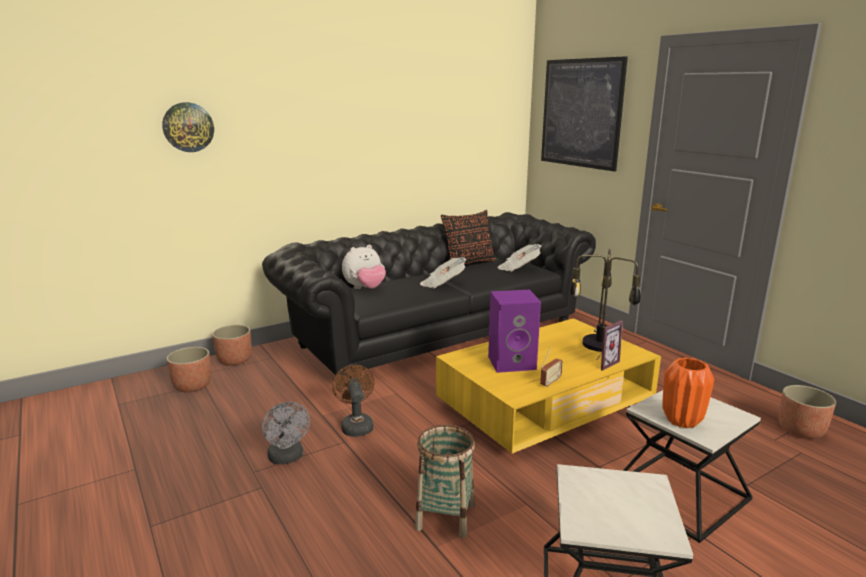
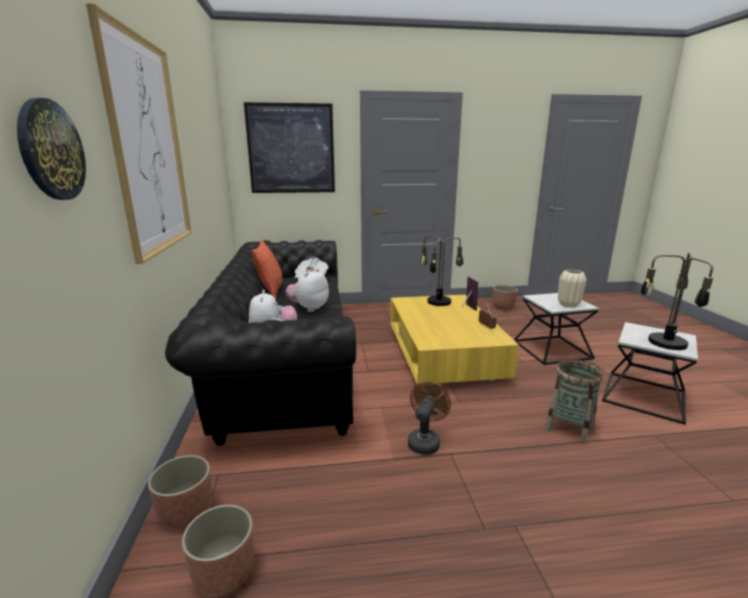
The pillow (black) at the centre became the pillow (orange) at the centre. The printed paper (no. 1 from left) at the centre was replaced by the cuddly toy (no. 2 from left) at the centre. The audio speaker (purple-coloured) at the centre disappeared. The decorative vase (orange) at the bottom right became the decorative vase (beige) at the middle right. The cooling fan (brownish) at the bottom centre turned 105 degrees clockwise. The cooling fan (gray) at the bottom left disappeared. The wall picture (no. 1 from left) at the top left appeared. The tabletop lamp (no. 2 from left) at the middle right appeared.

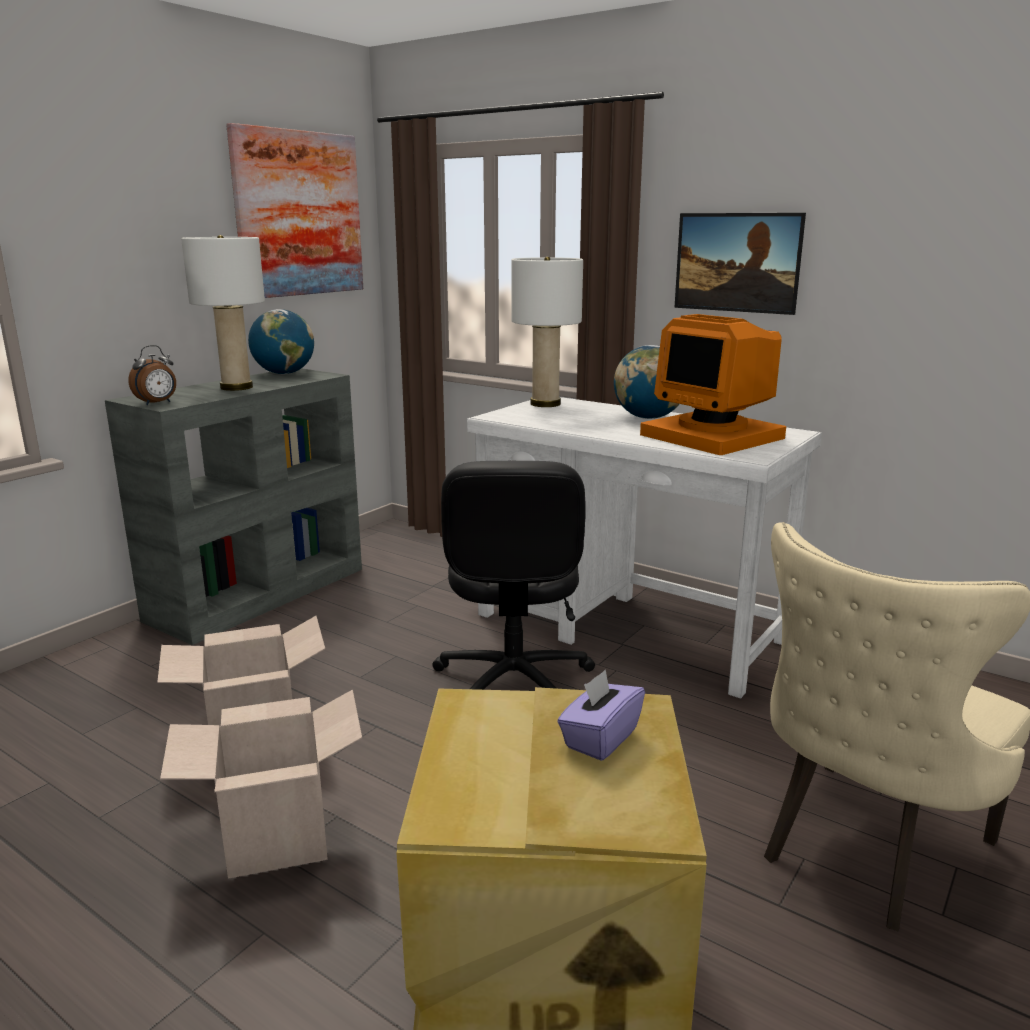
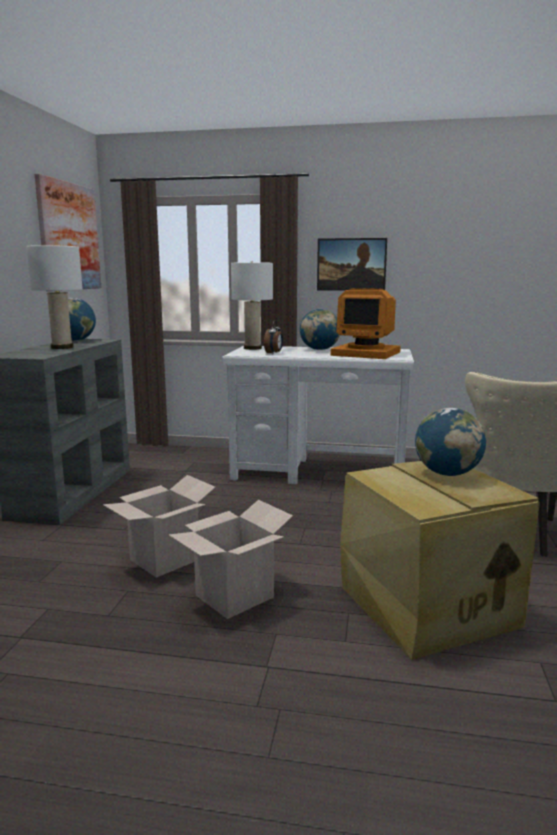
The bedside clock moved from the middle left to the centre. The desk chair (black) at the centre disappeared. The tissue box (purple-coloured) at the bottom centre was replaced by the globe (no. 3 from left) at the middle right.

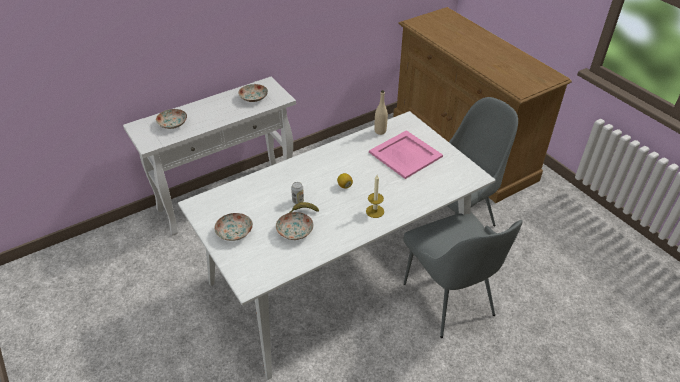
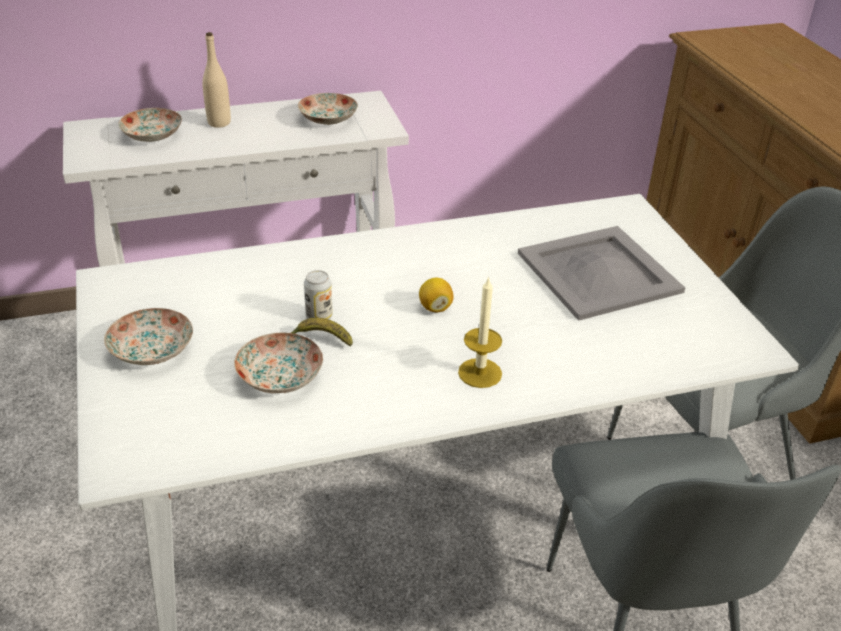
The bottle (beige) moved from the top centre to the top left. The carrying tray (pinkish) at the centre became the carrying tray (gray) at the middle right.

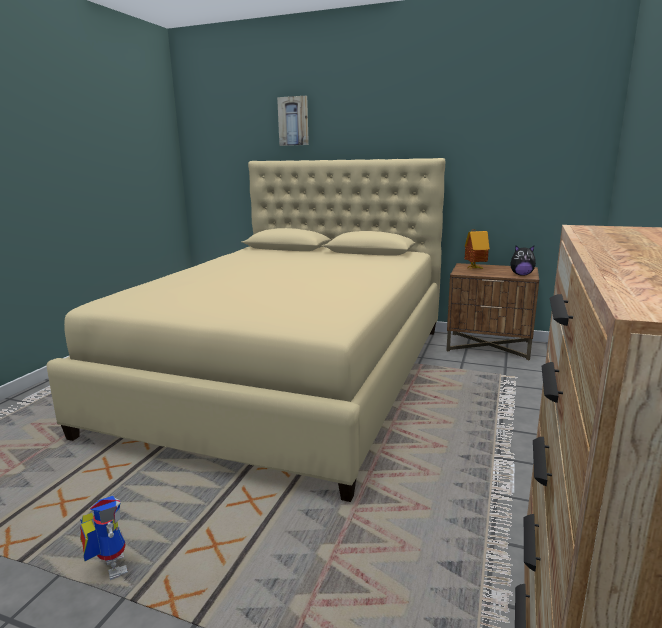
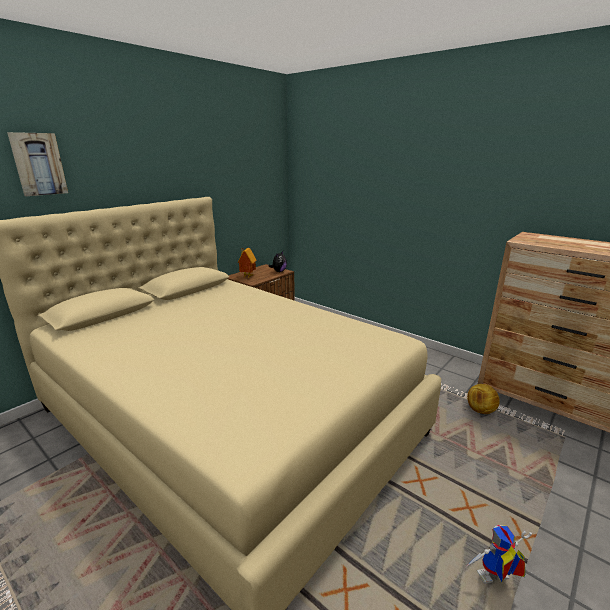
The football ball at the middle right appeared.

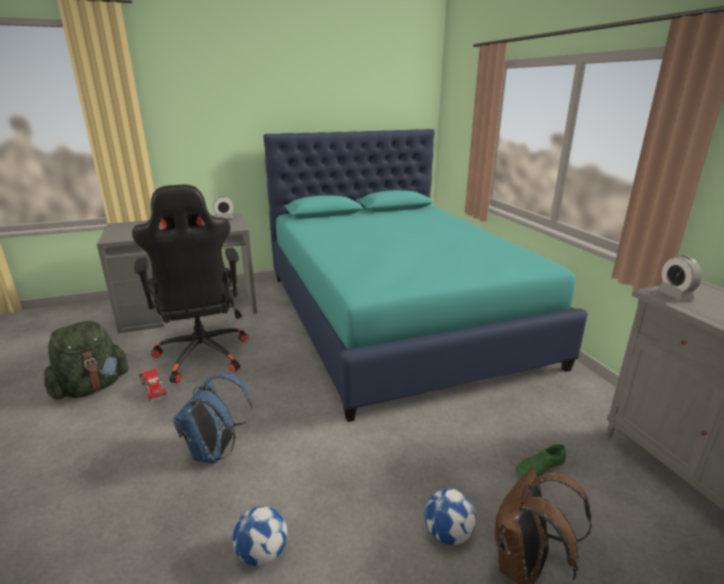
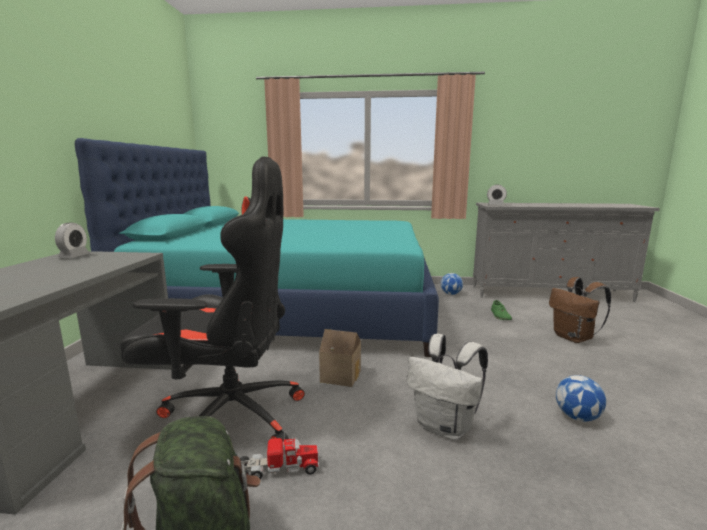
The backpack (blue) at the bottom left became the backpack (whitish) at the bottom centre. The football ball (no. 2 from left in the first image) moved from the bottom centre to the centre. The model house at the bottom centre appeared.

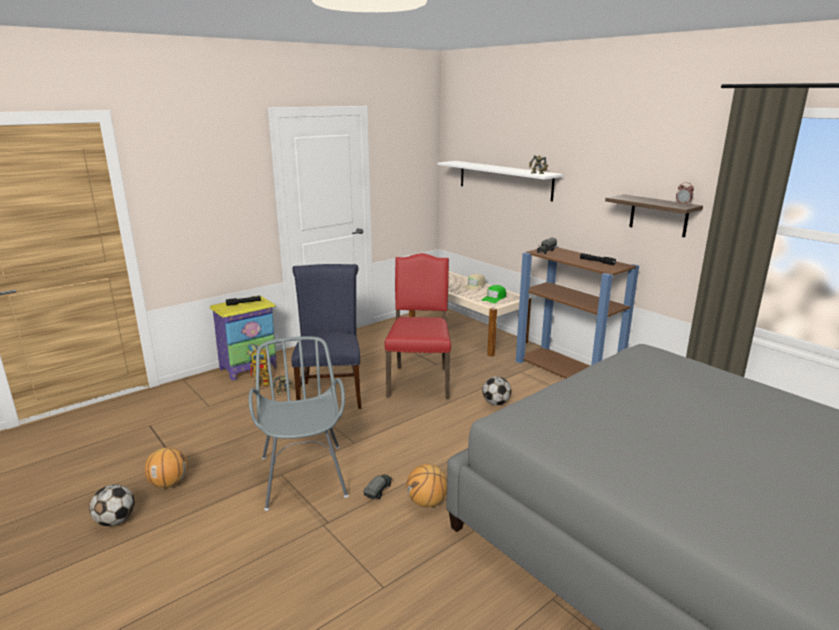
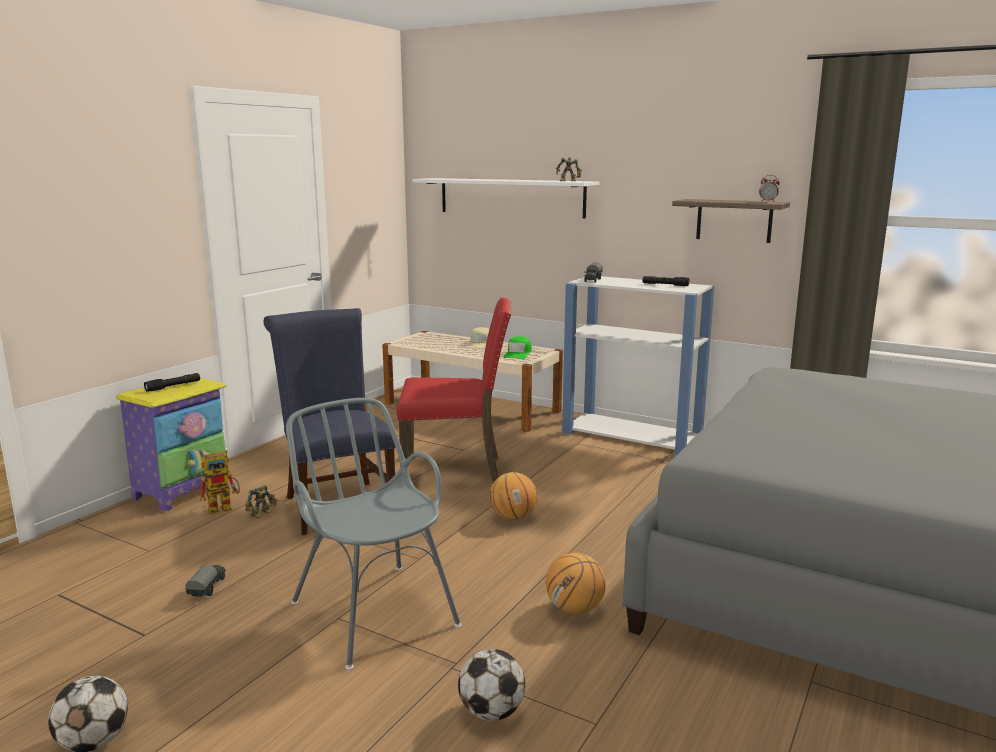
The bookshelf (brownish) at the middle right became the bookshelf (whitish) at the centre. The plain chair (reddish) at the centre turned 105 degrees clockwise. The football ball (no. 2 from left) moved from the centre to the bottom centre. The ball for basketball (no. 1 from left) moved from the bottom left to the centre. The toy truck (no. 1 from left) moved from the bottom centre to the bottom left.

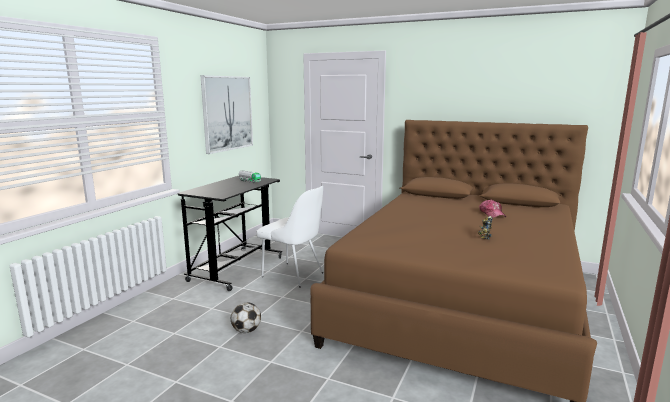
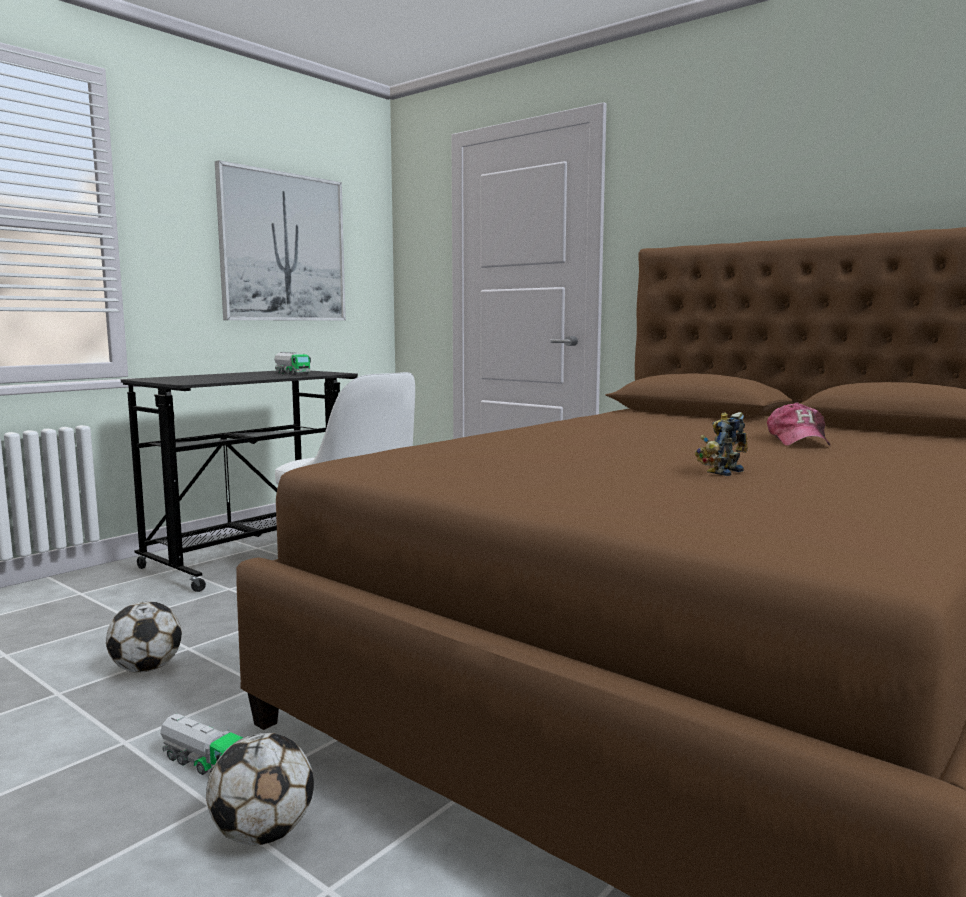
The toy truck (no. 1 from left) at the bottom left appeared. The football ball (no. 2 from left) at the bottom left appeared.

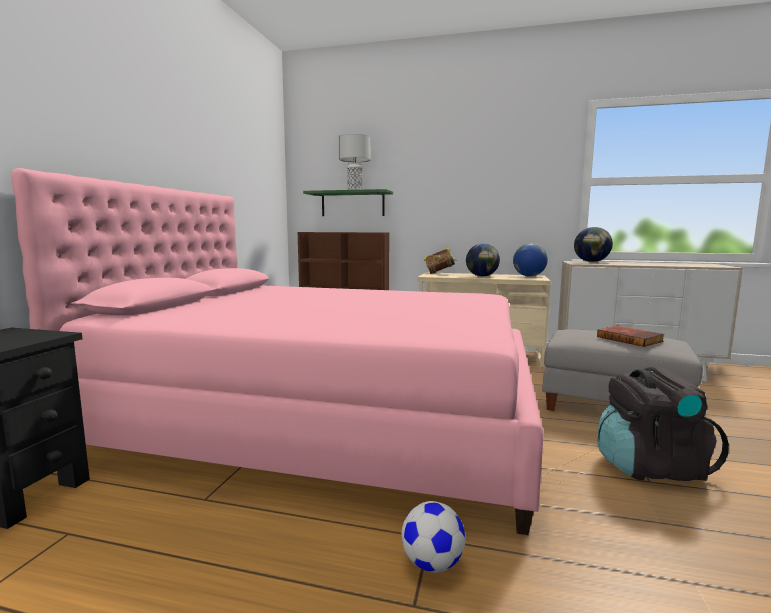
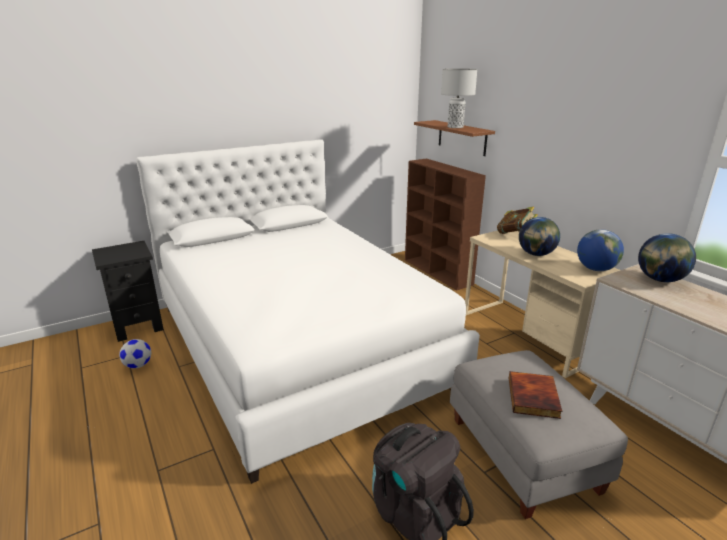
The bedroom bed (pinkish) at the centre became the bedroom bed (whitish) at the centre. The shelf (green-coloured) at the top centre became the shelf (brownish) at the top centre. The football ball moved from the bottom centre to the middle left.

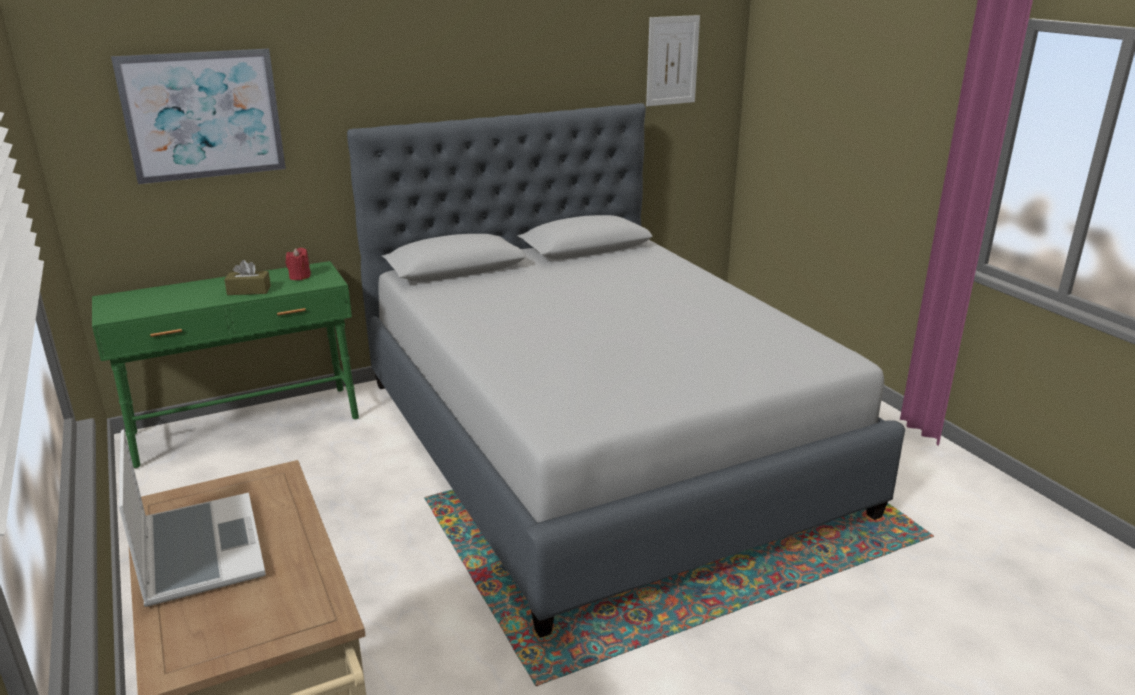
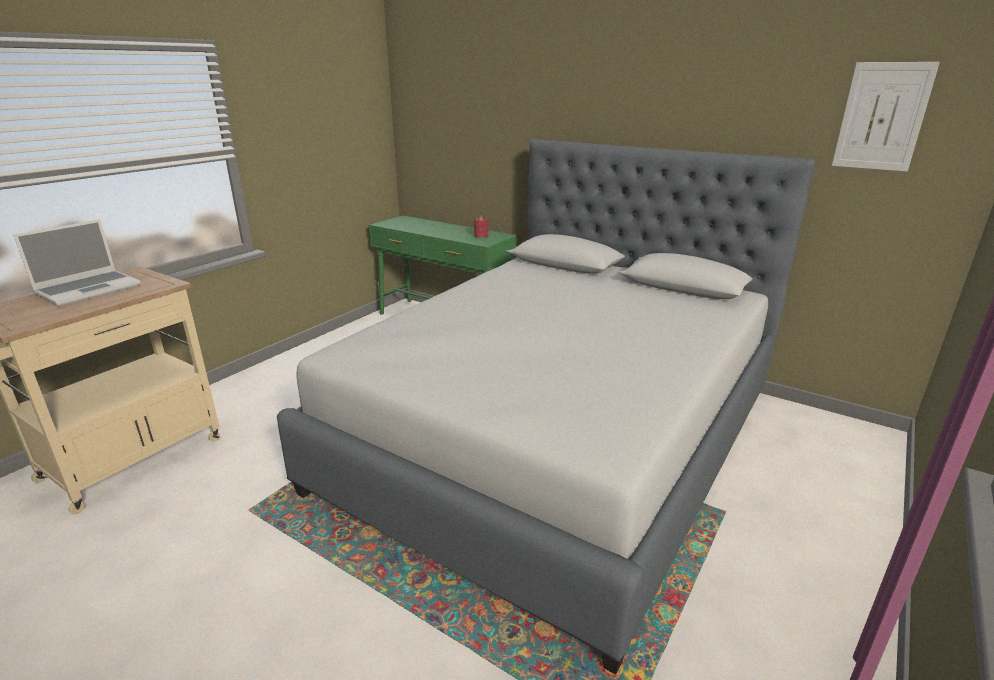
The wall picture (no. 1 from left) at the top left disappeared. The tissue box (brownish) at the middle left disappeared.

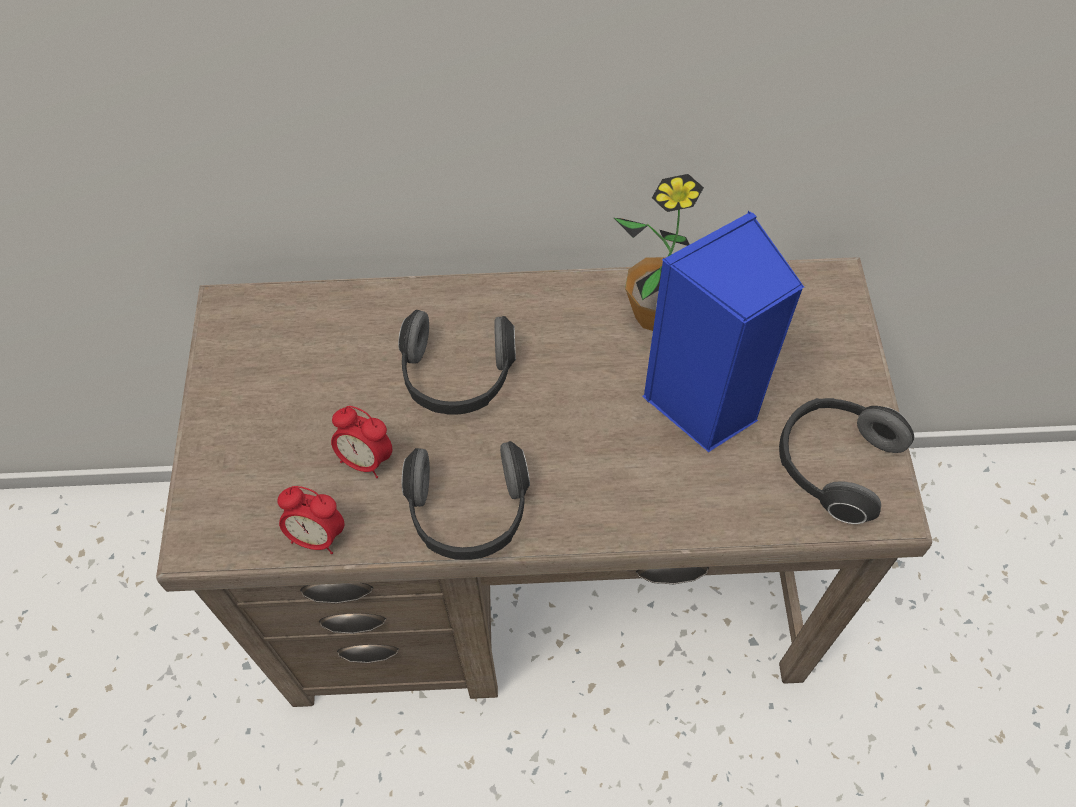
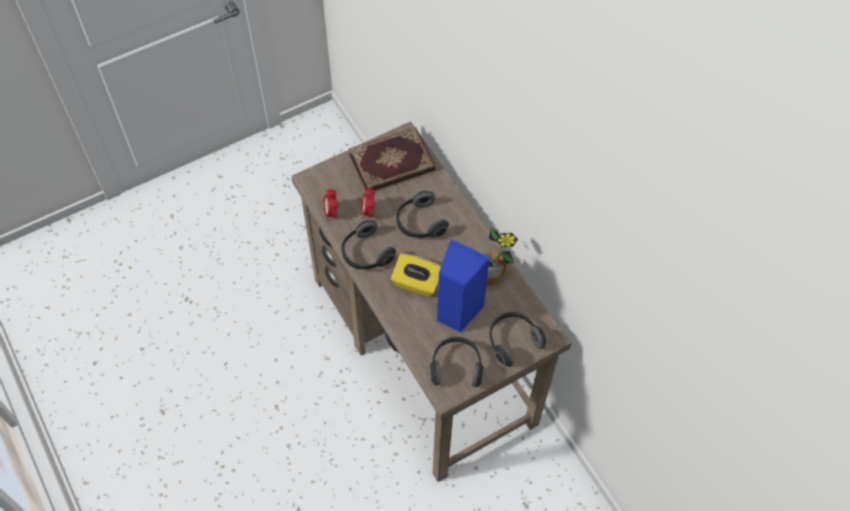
The volume at the top centre appeared. The tissue box (yellow) at the centre appeared. The headset (no. 4 from left) at the centre appeared.

